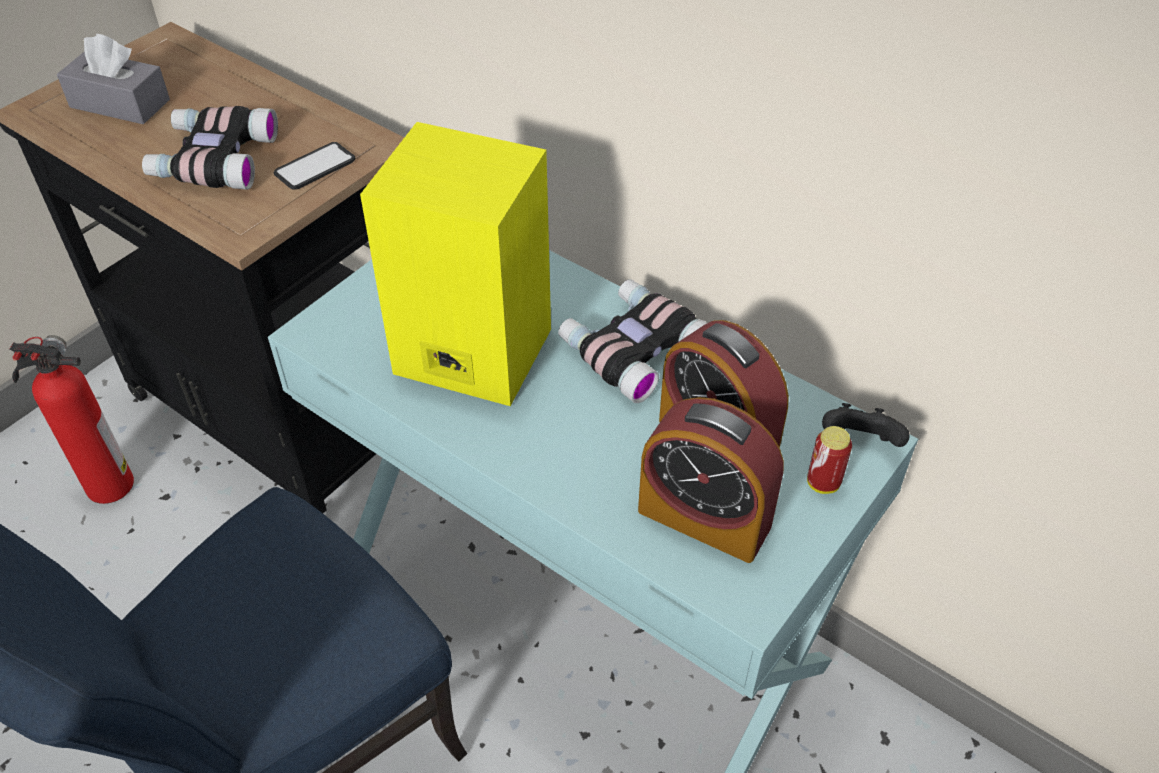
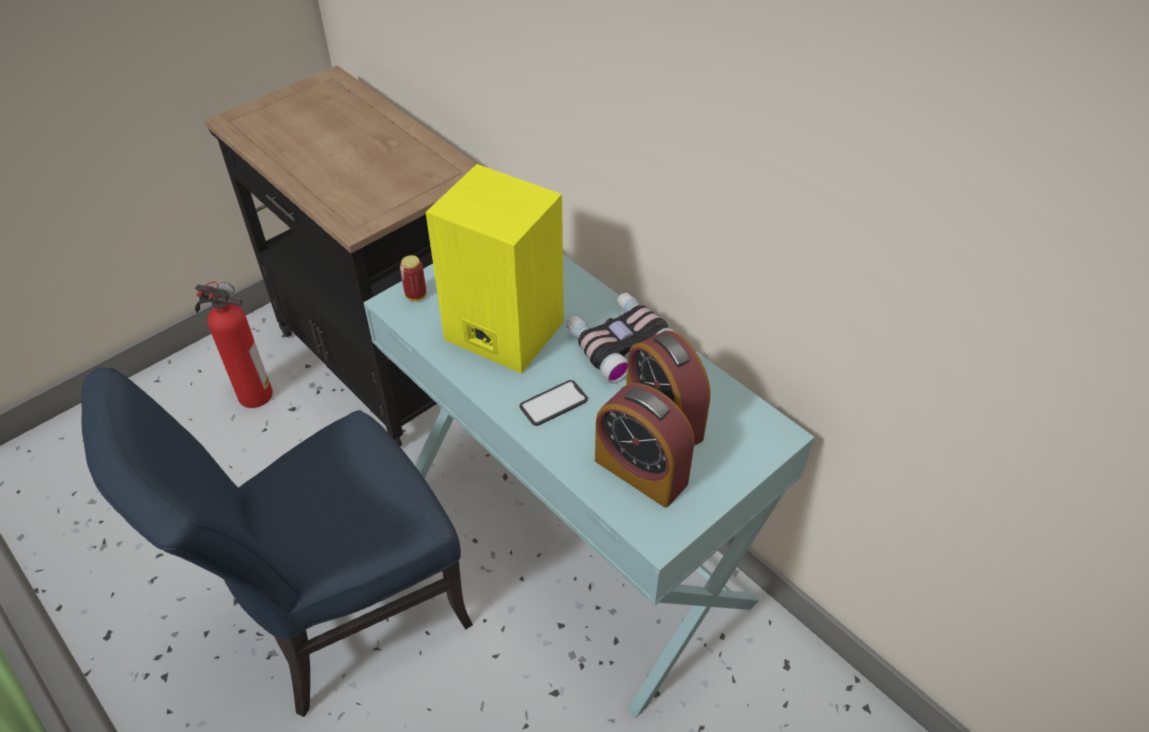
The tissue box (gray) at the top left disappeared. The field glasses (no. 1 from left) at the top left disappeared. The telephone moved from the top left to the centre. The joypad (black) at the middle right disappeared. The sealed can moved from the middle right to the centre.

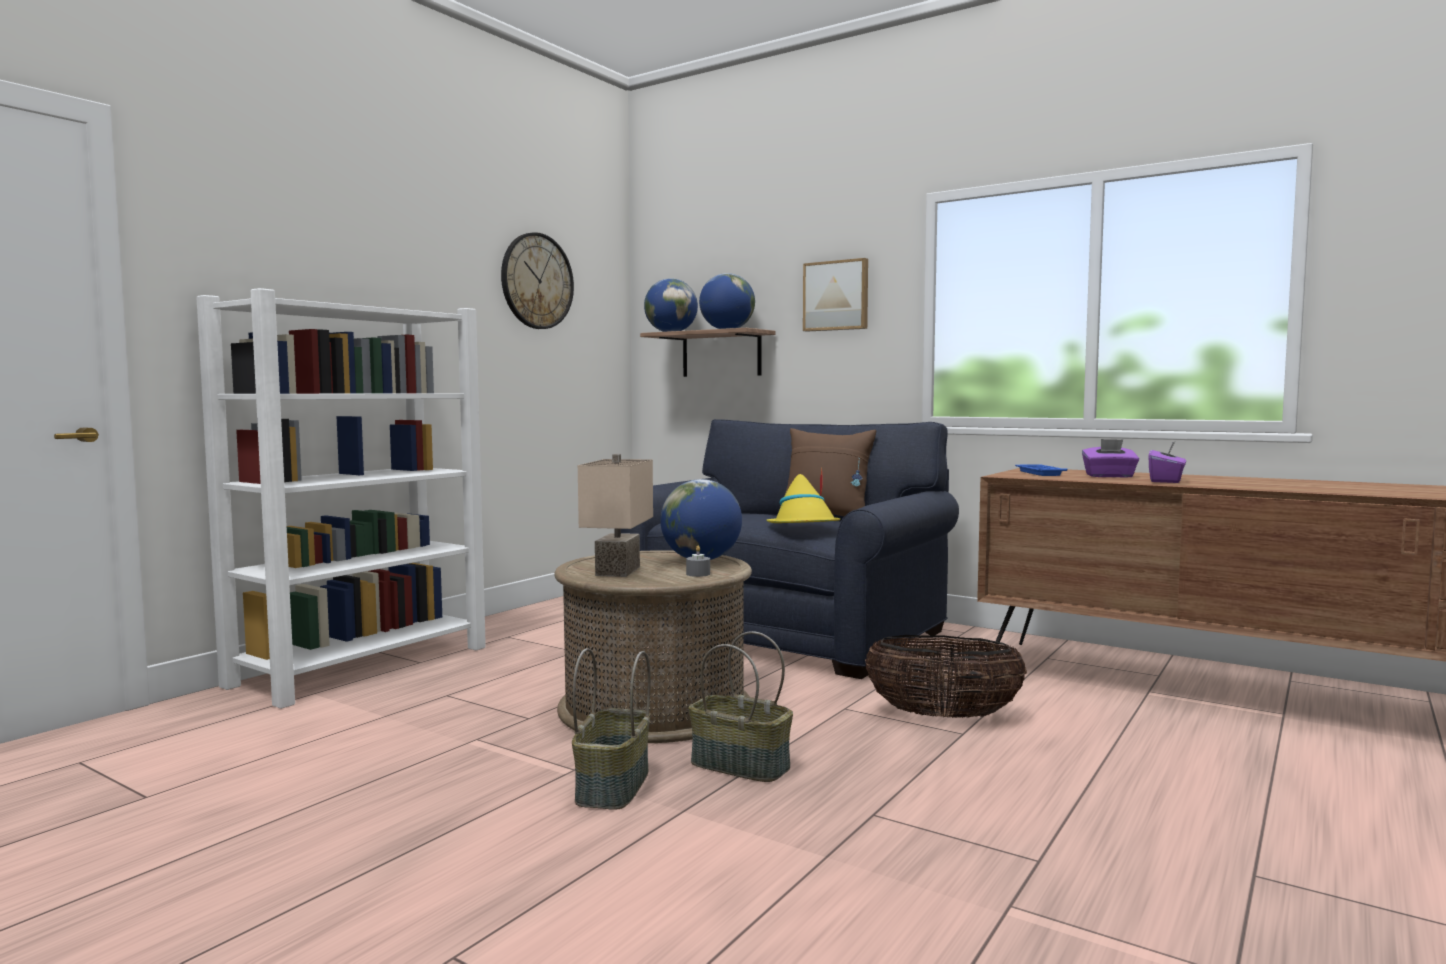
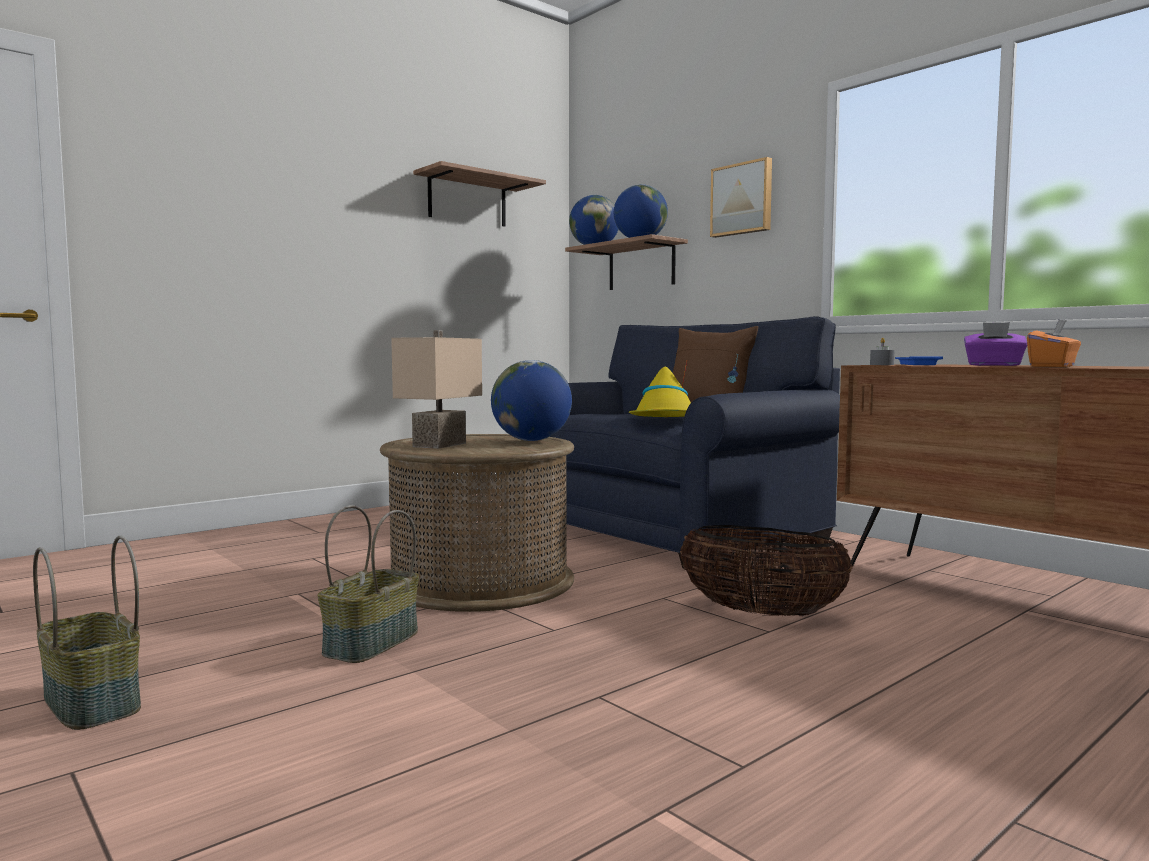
The wall clock at the top centre was replaced by the shelf (no. 1 from left) at the top centre. The bookshelf (whitish) at the middle left disappeared. The tissue box (purple-coloured) (no. 2 from left) at the middle right became the tissue box (orange) at the middle right. The candle (gray) moved from the centre to the middle right. The basket (no. 2 from left in the first image) moved from the bottom centre to the bottom left.

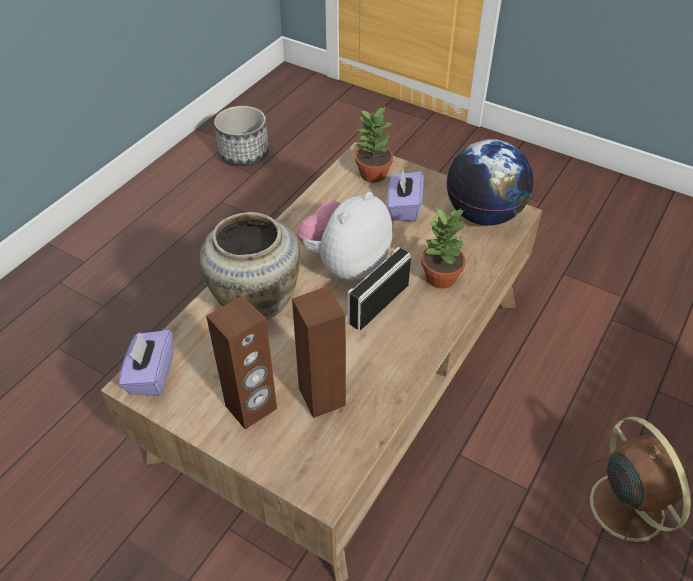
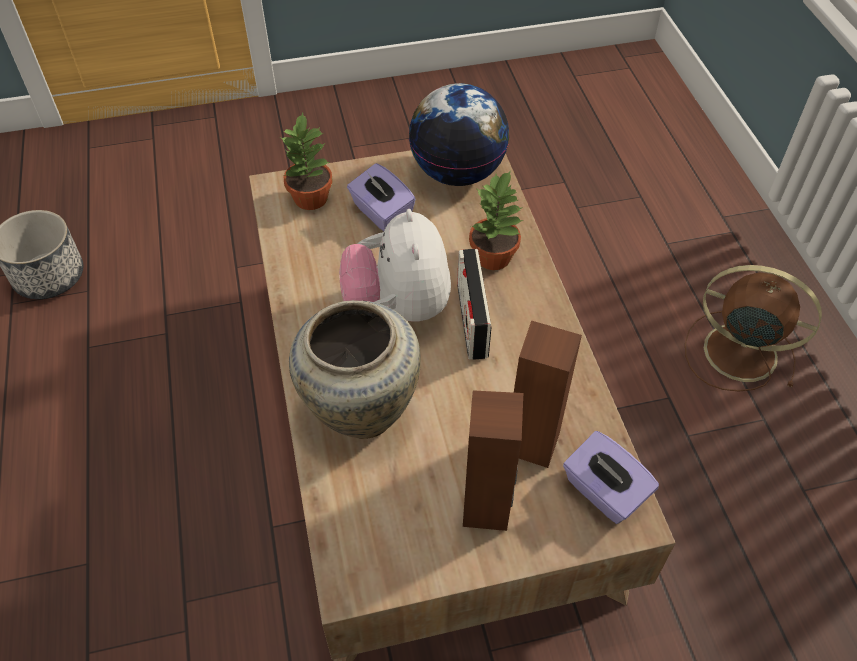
The tissue box (purple-coloured) (no. 1 from left in the first image) moved from the middle left to the bottom right.

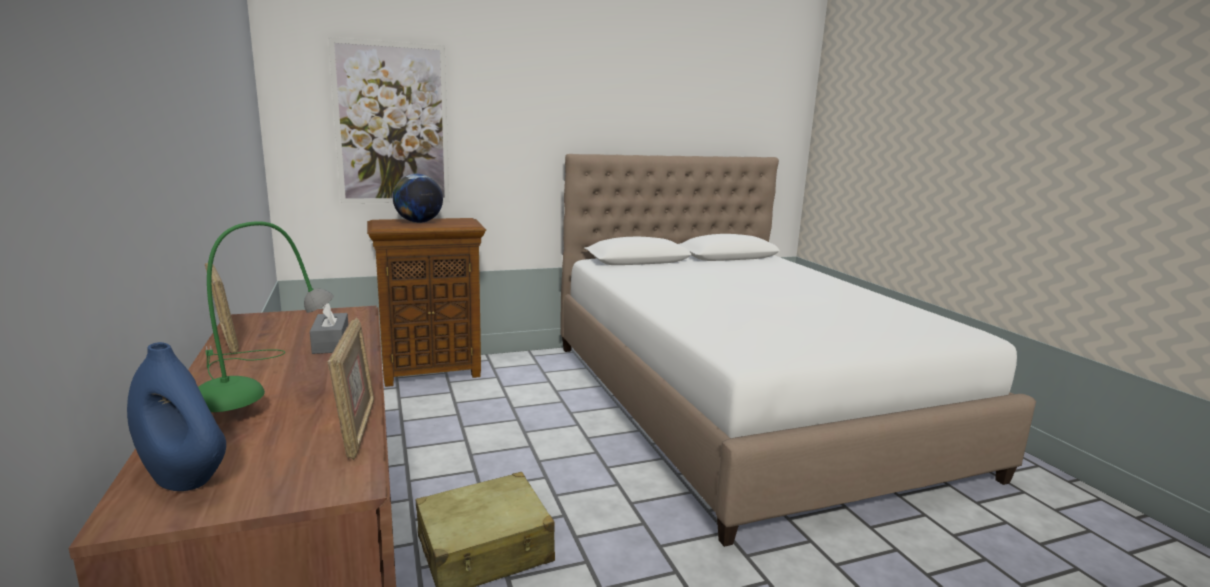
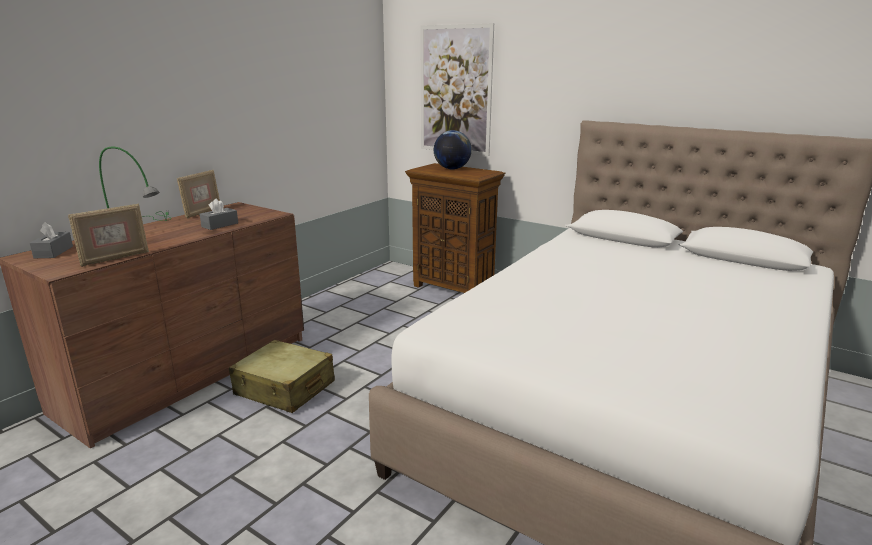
The decorative vase (blue) at the bottom left was replaced by the tissue box (gray) (no. 1 from left) at the middle left.

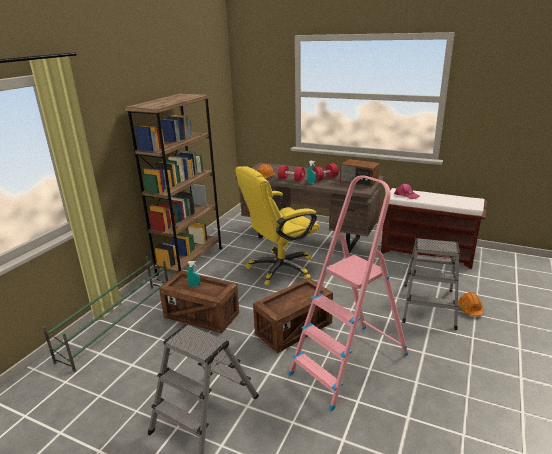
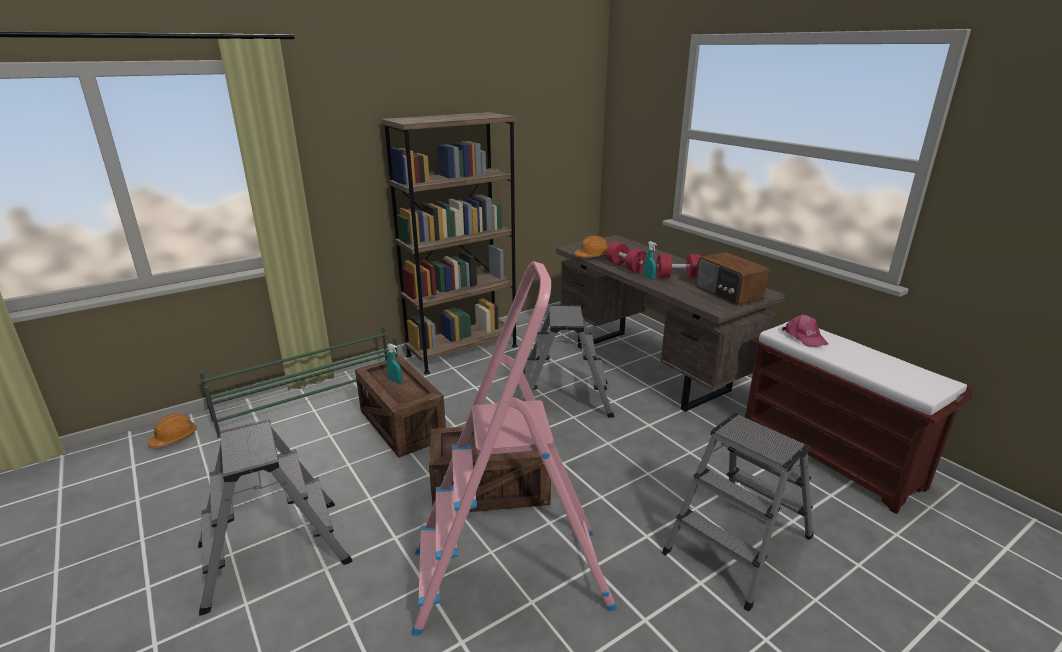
The desk chair (yellow) at the centre was replaced by the step stool (gray) (no. 2 from left) at the centre. The safety helmet (orange) (no. 2 from left in the first image) moved from the bottom right to the middle left.

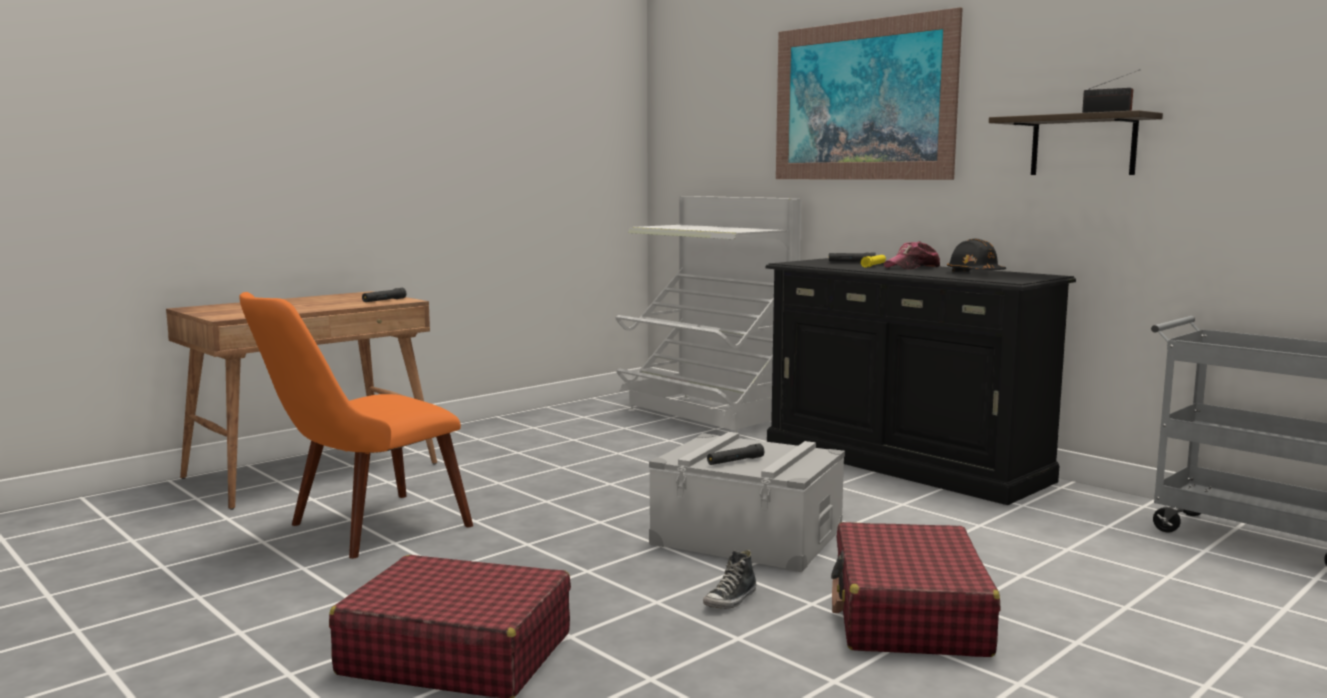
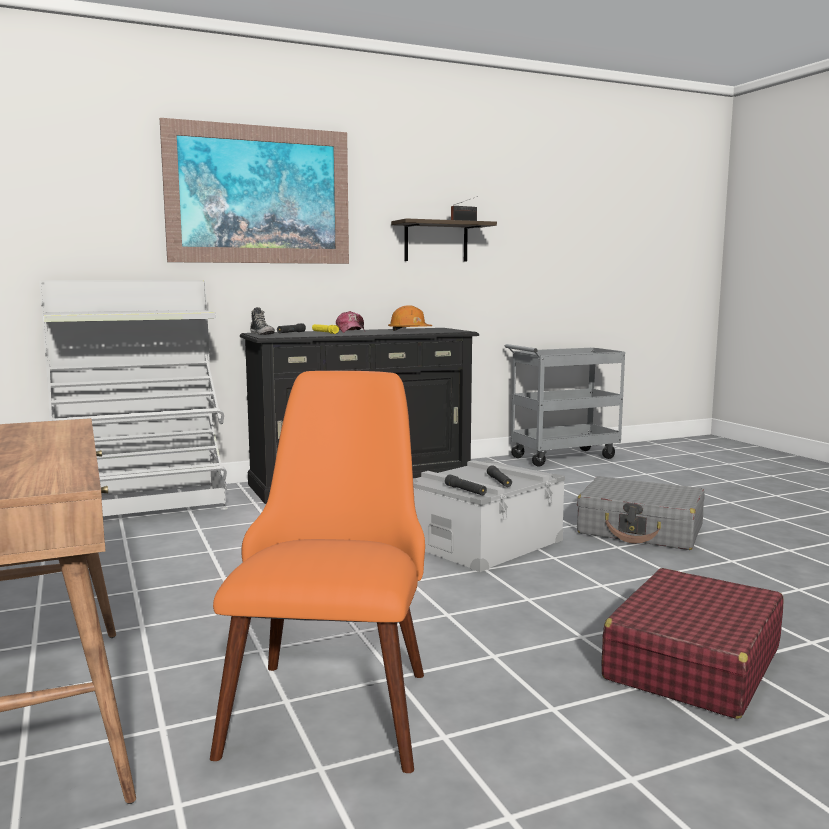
The safety helmet (black) at the middle right became the safety helmet (orange) at the centre. The hand torch (black) (no. 1 from left in the first image) moved from the middle left to the centre. The plain chair (orange) at the middle left turned 150 degrees counterclockwise. The suitcase (reddish) (no. 2 from left) at the bottom right became the suitcase (gray) at the middle right. The item of footwear moved from the bottom centre to the middle left.

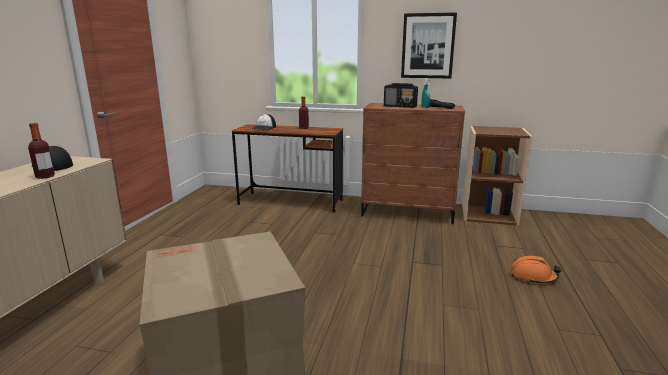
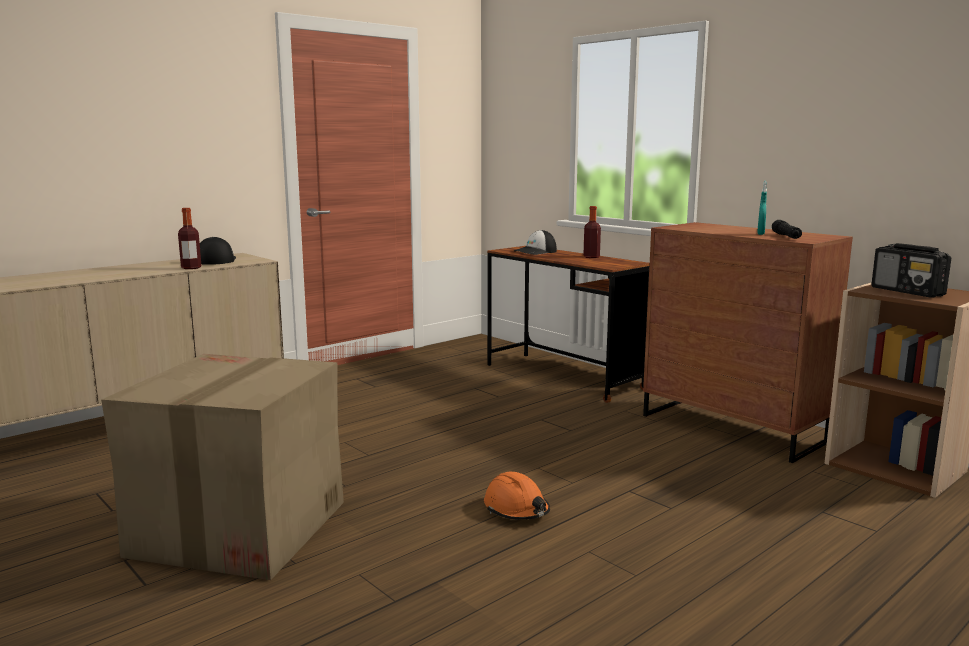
The wall picture at the top centre disappeared. The radio receiver moved from the top centre to the middle right. The safety helmet (orange) moved from the bottom right to the bottom centre.

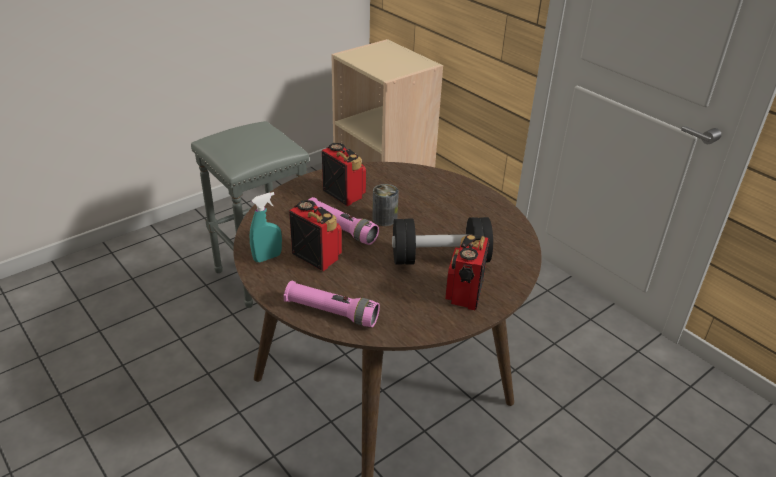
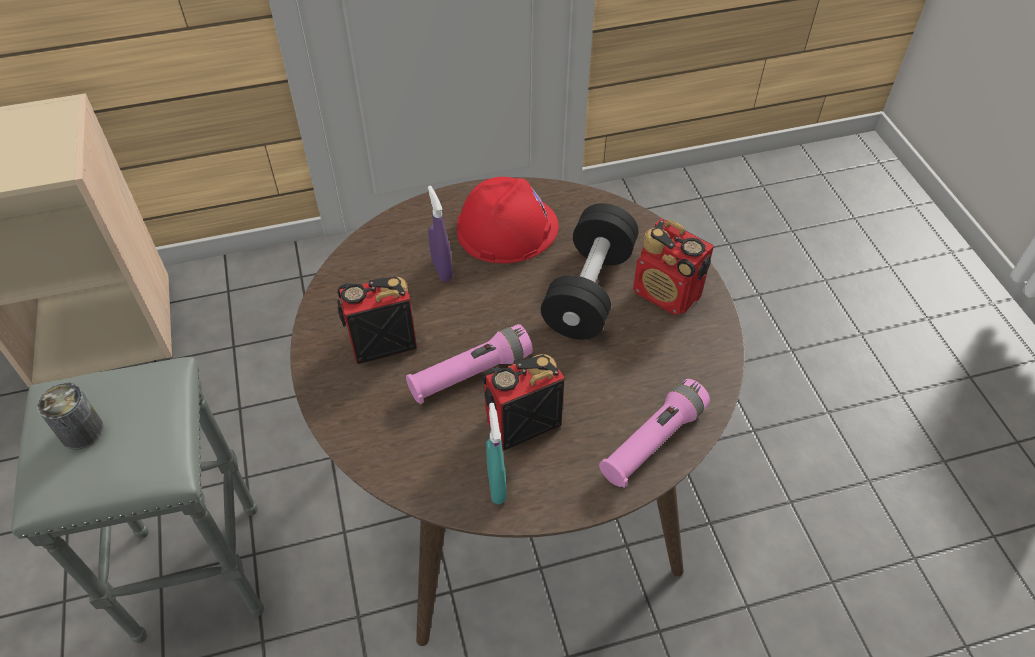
The sealed can moved from the centre to the middle left. The safety helmet (reddish) at the centre appeared. The hand sprayer (purple-coloured) at the centre appeared.

